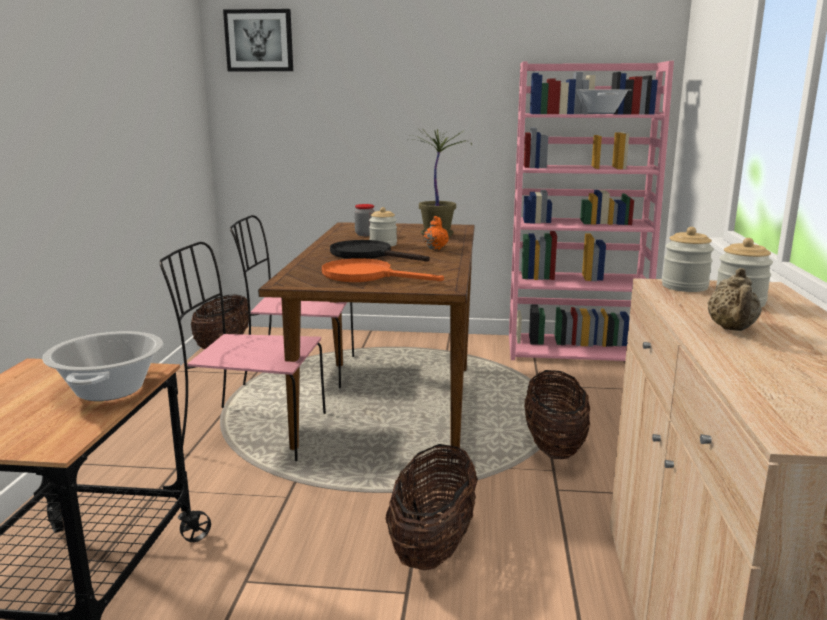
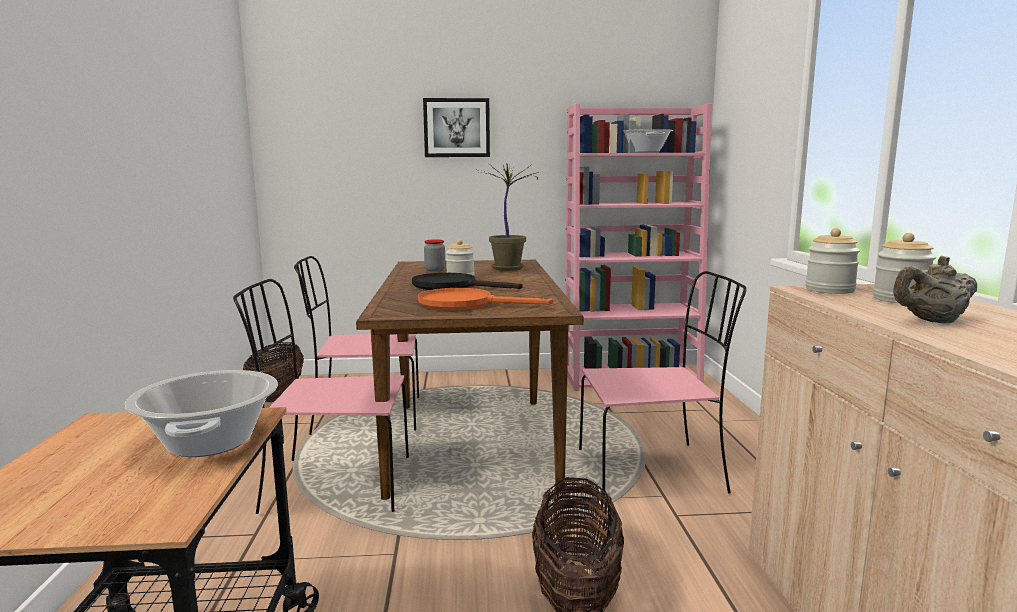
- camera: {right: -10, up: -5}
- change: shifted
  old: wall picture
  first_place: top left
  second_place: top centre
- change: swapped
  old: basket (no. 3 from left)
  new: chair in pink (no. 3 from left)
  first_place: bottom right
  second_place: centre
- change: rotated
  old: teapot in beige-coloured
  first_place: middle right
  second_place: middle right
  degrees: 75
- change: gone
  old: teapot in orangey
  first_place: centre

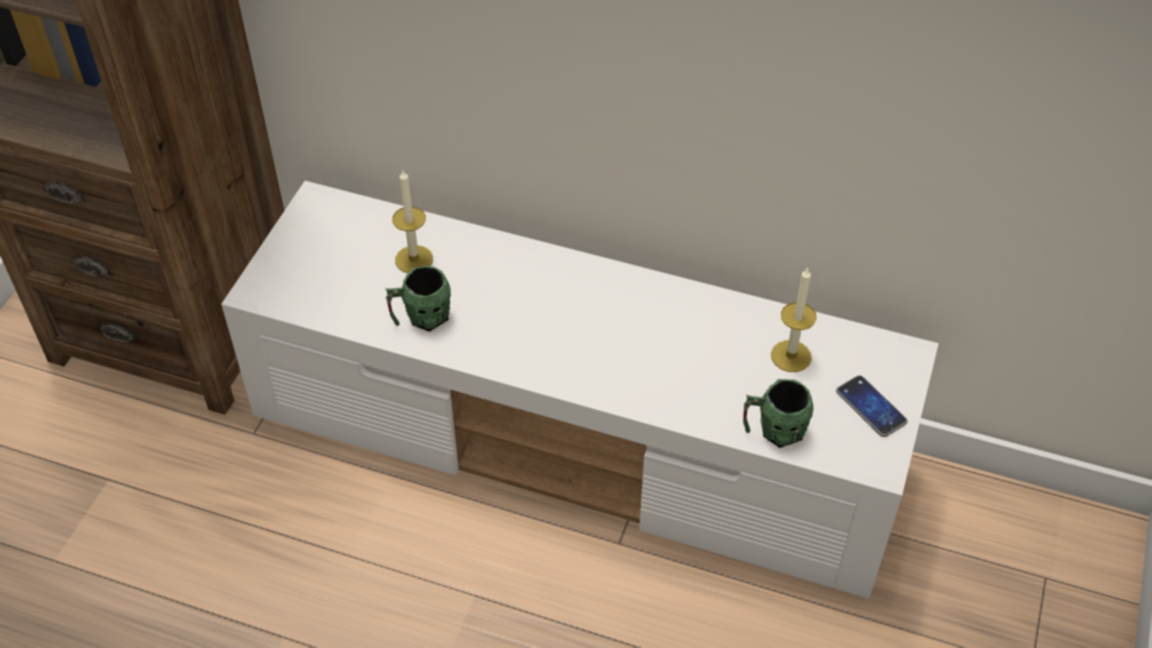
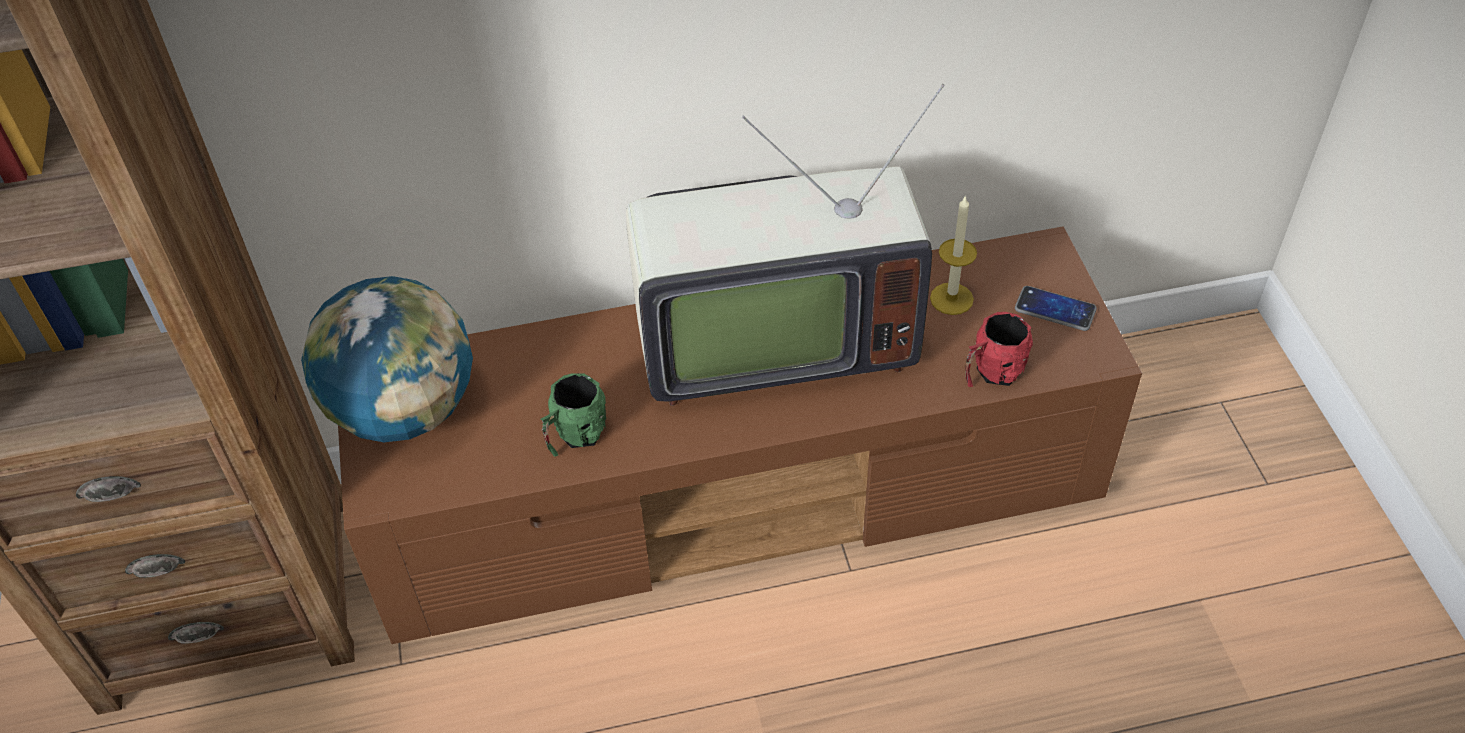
- camera: {right: -30, up: 0}
- change: new
  new: globe
  second_place: middle left
- change: repainted
  old: media console in whitish
  new: media console in brown
  first_place: centre
  second_place: centre
- change: new
  new: TV
  second_place: centre
- change: repainted
  old: tea mug in greenish (no. 2 from left)
  new: tea mug in red
  first_place: middle right
  second_place: middle right
- change: gone
  old: candle (no. 1 from left)
  first_place: centre

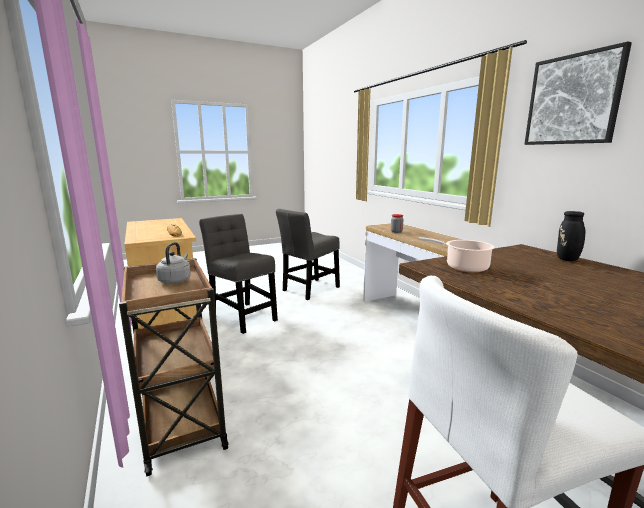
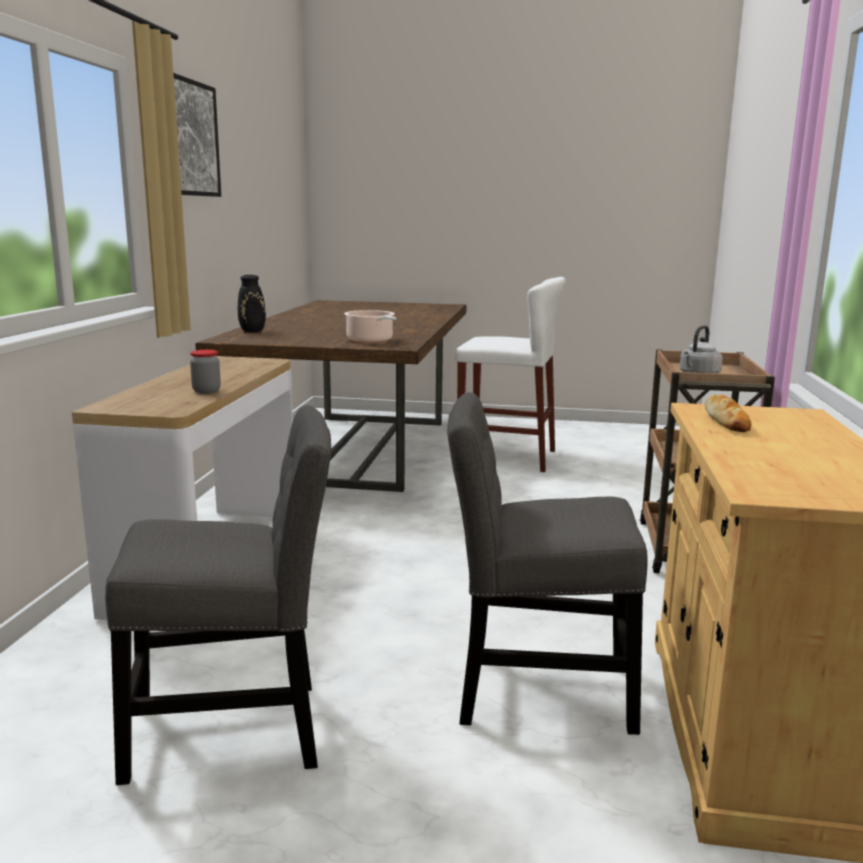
- camera: {right: -145, up: 0}
- change: rotated
  old: chair in greyish (no. 1 from left in the first image)
  first_place: centre
  second_place: centre
  degrees: 105

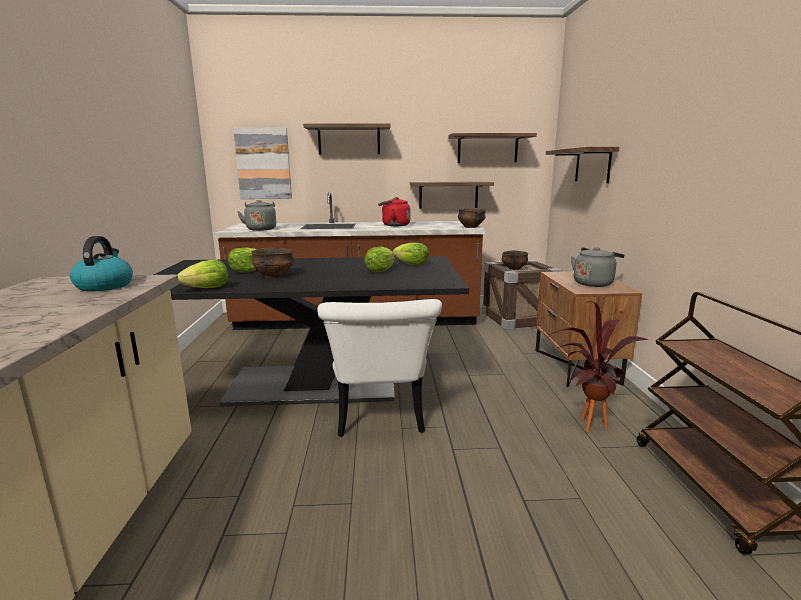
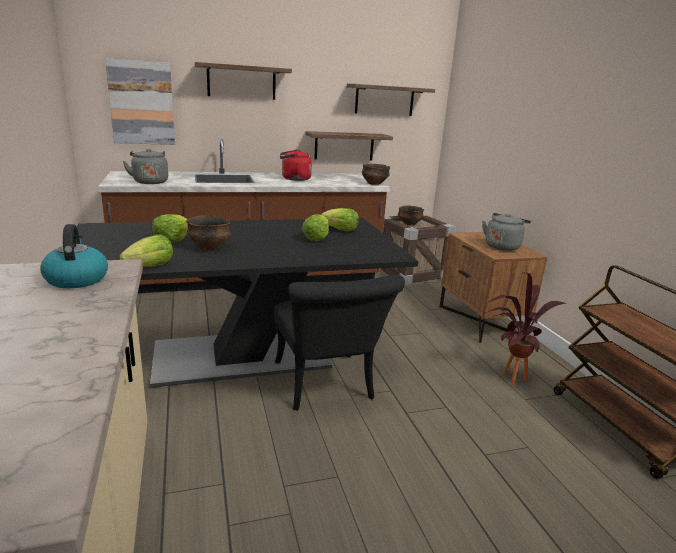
- camera: {right: -15, up: 5}
- change: repainted
  old: chair in whitish
  new: chair in black-coloured
  first_place: centre
  second_place: centre
- change: gone
  old: bracket shelf (no. 4 from left)
  first_place: top right

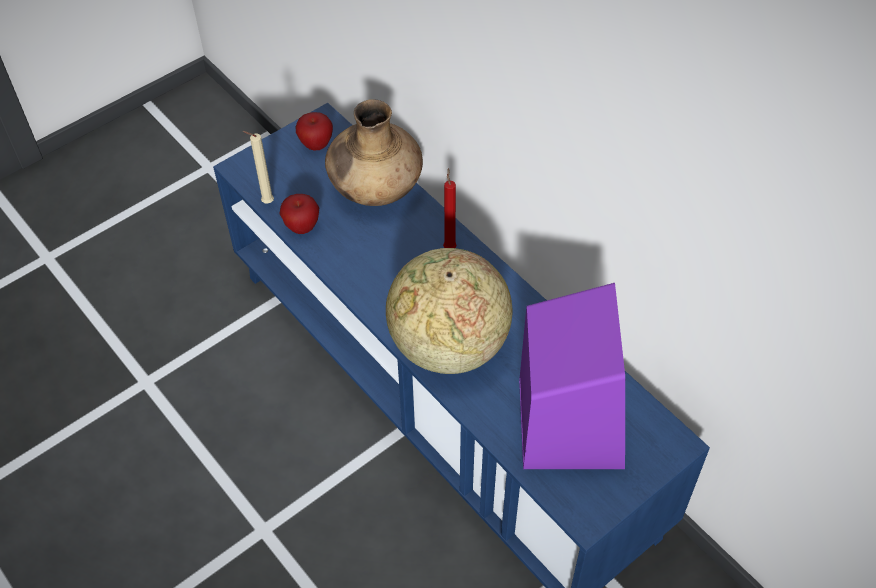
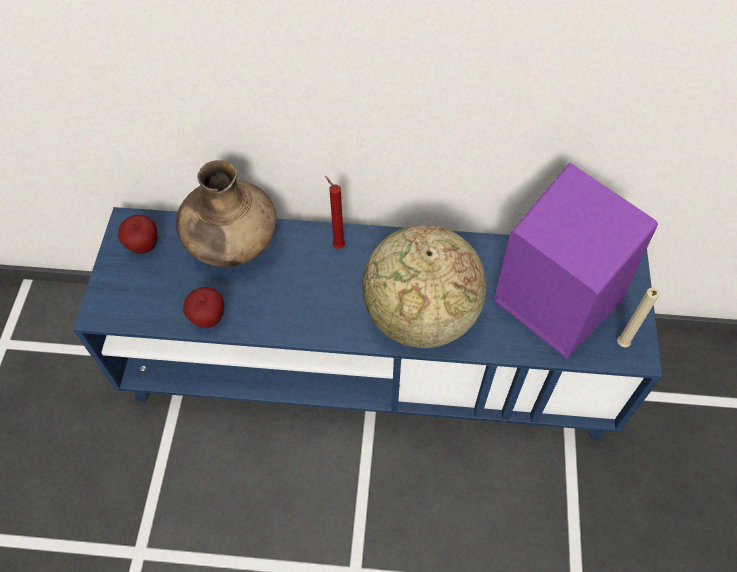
- camera: {right: -45, up: 5}
- change: shifted
  old: candle in beige-coloured
  first_place: top left
  second_place: middle right

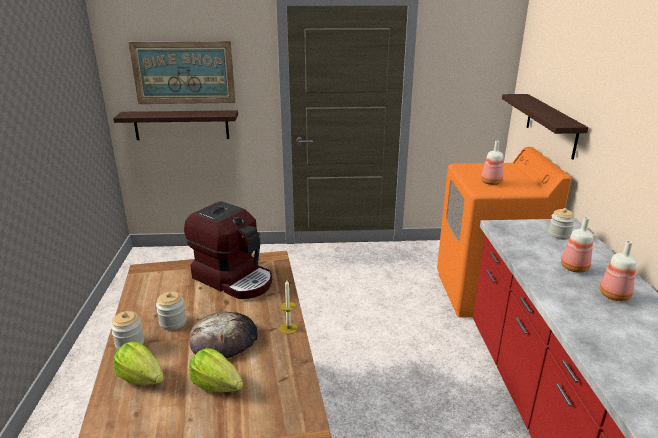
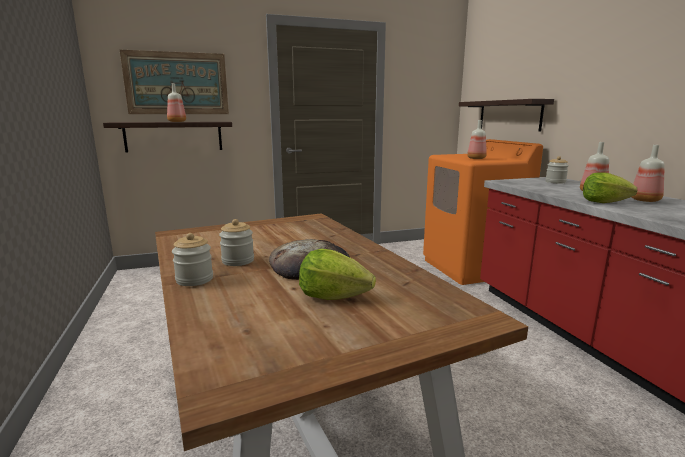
- camera: {right: -15, up: -10}
- change: new
  new: drink bottle (no. 1 from left)
  second_place: top left
- change: shifted
  old: head of lettuce (no. 1 from left in the first image)
  new: head of lettuce (no. 2 from left)
  first_place: bottom left
  second_place: middle right
- change: gone
  old: coffee brewer
  first_place: centre
- change: gone
  old: candle
  first_place: bottom centre

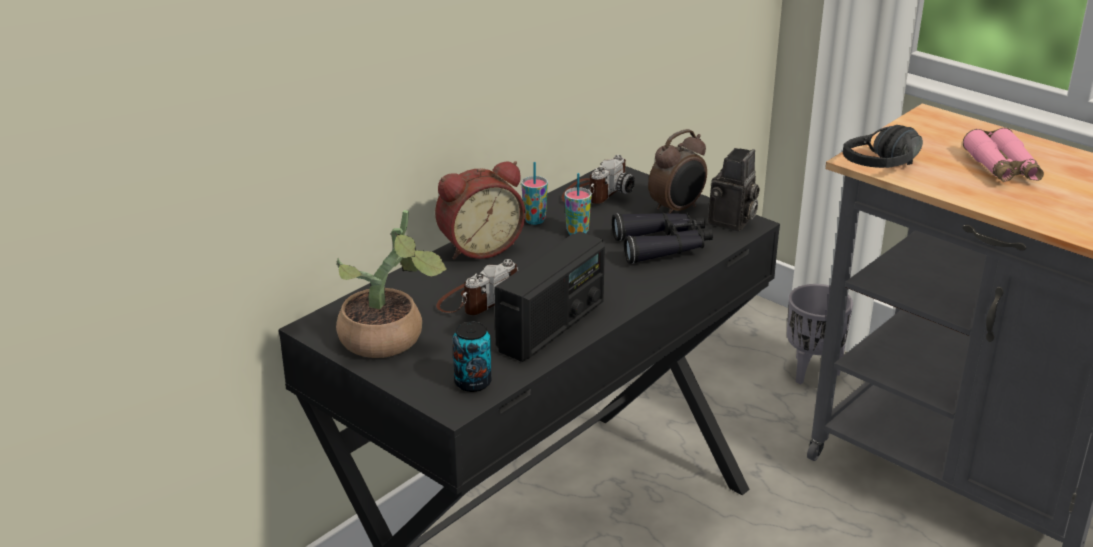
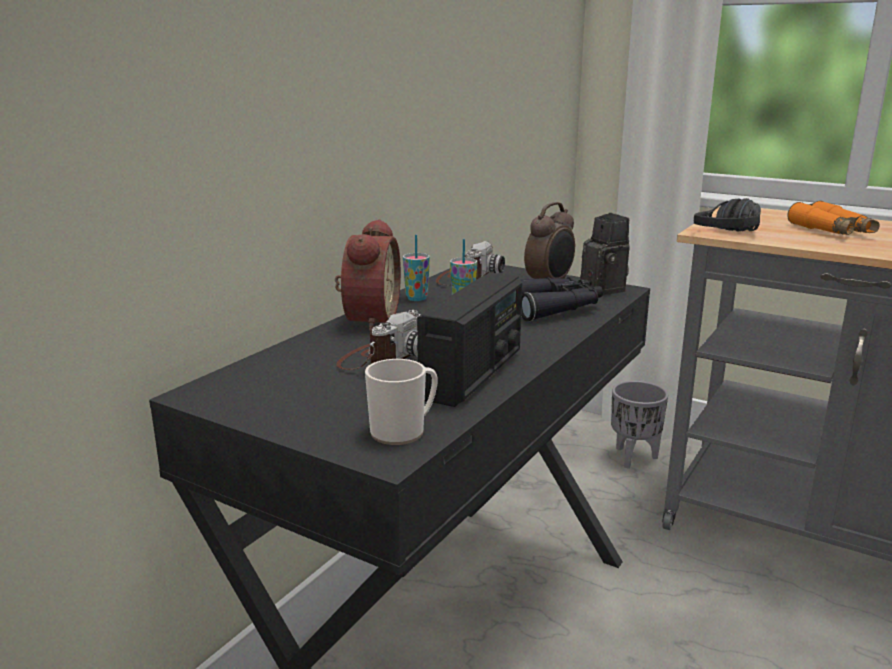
- camera: {right: -10, up: -10}
- change: rotated
  old: alarm clock (no. 1 from left)
  first_place: centre
  second_place: centre
  degrees: -45
- change: swapped
  old: metal can
  new: tea mug
  first_place: centre
  second_place: centre
- change: rotated
  old: still camera (no. 3 from left)
  first_place: middle right
  second_place: middle right
  degrees: -45
- change: repainted
  old: pair of binoculars in pink
  new: pair of binoculars in orangey
  first_place: top right
  second_place: top right
- change: gone
  old: potted plant
  first_place: centre

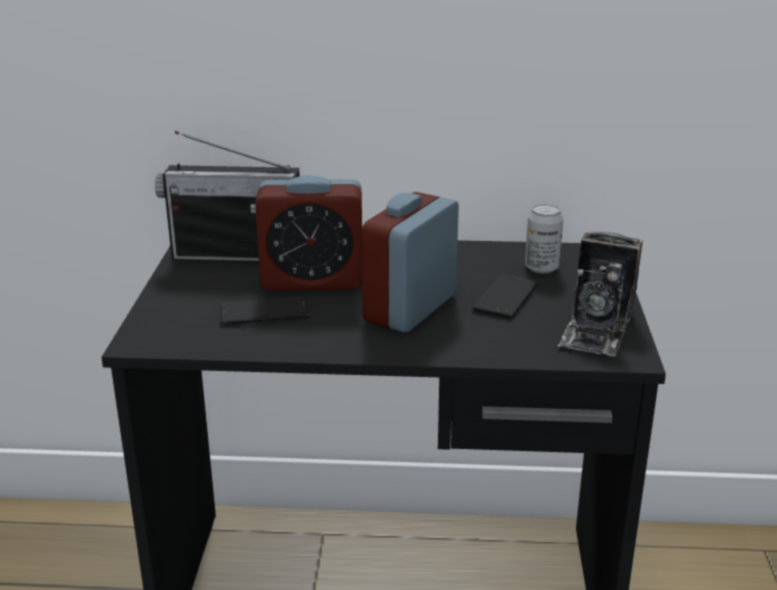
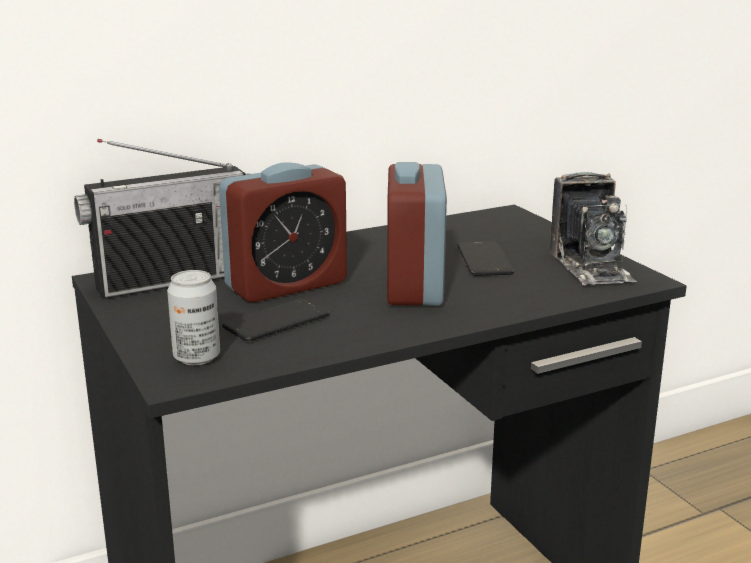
- camera: {right: -30, up: -5}
- change: shifted
  old: metal can
  first_place: middle right
  second_place: middle left

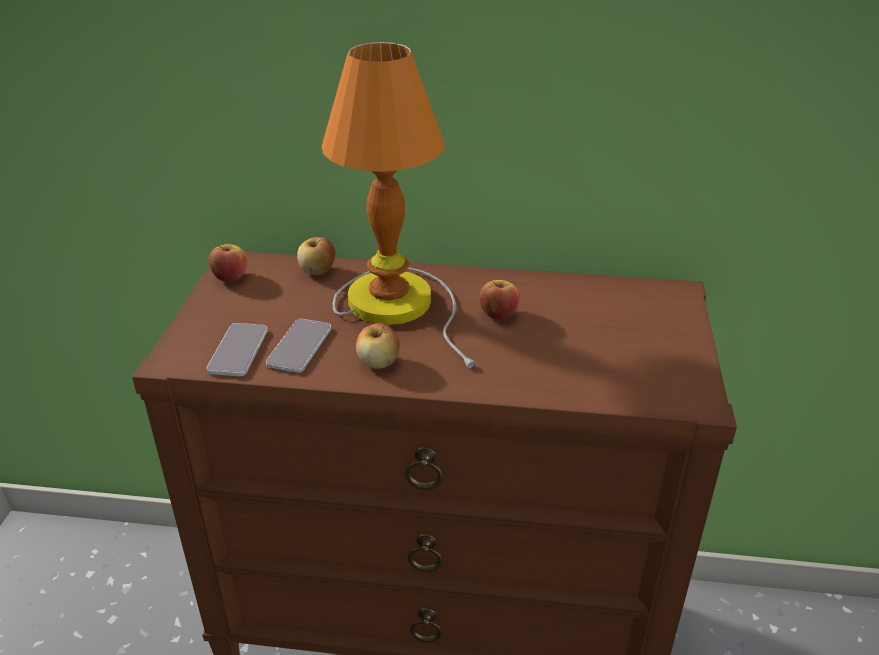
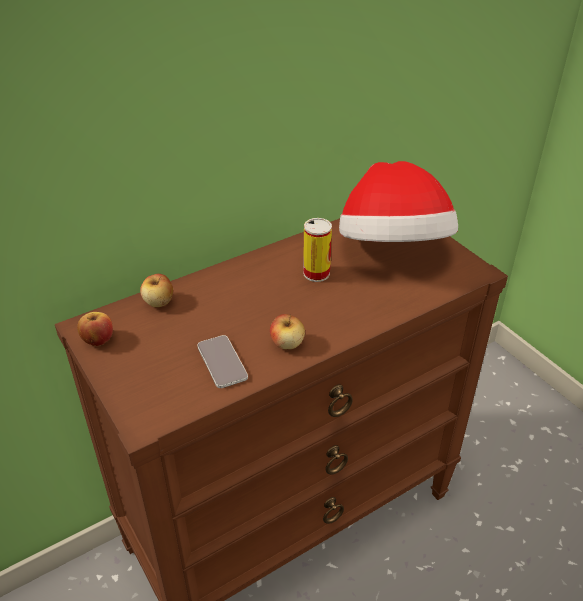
- camera: {right: -40, up: 5}
- change: swapped
  old: apple (no. 4 from left)
  new: metal can
  first_place: centre
  second_place: centre
- change: new
  new: clothing hat
  second_place: middle right
- change: gone
  old: phone (no. 1 from left)
  first_place: middle left
- change: gone
  old: lamp for a table
  first_place: top centre

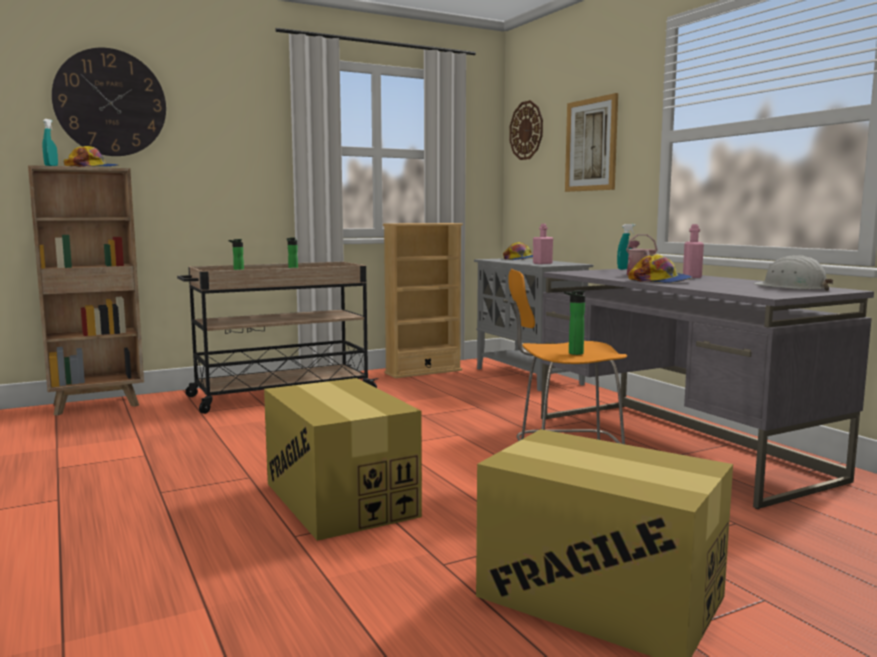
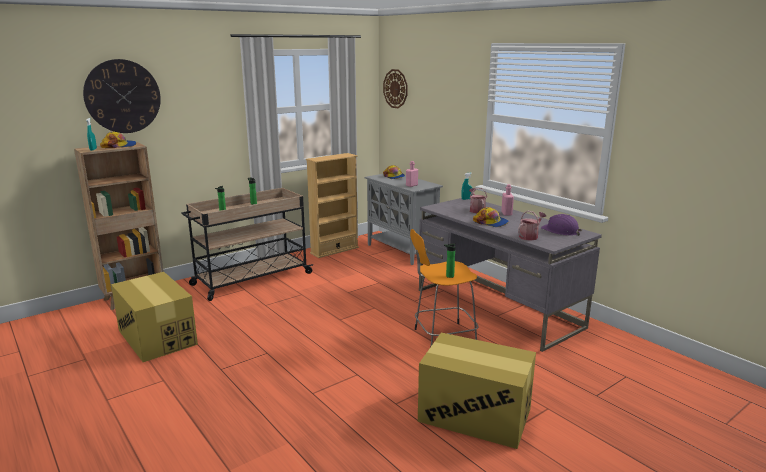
- camera: {right: -10, up: 10}
- change: shifted
  old: carton (no. 1 from left)
  first_place: bottom centre
  second_place: bottom left
- change: new
  new: sprinkling can (no. 2 from left)
  second_place: middle right
- change: repainted
  old: hard hat in whitish
  new: hard hat in purple
  first_place: middle right
  second_place: middle right
- change: gone
  old: wall picture
  first_place: top right

